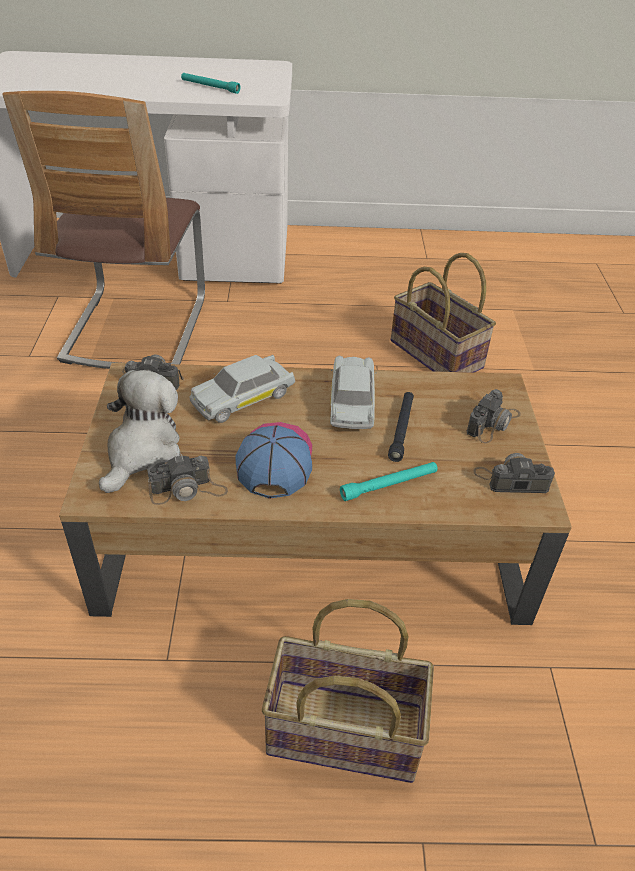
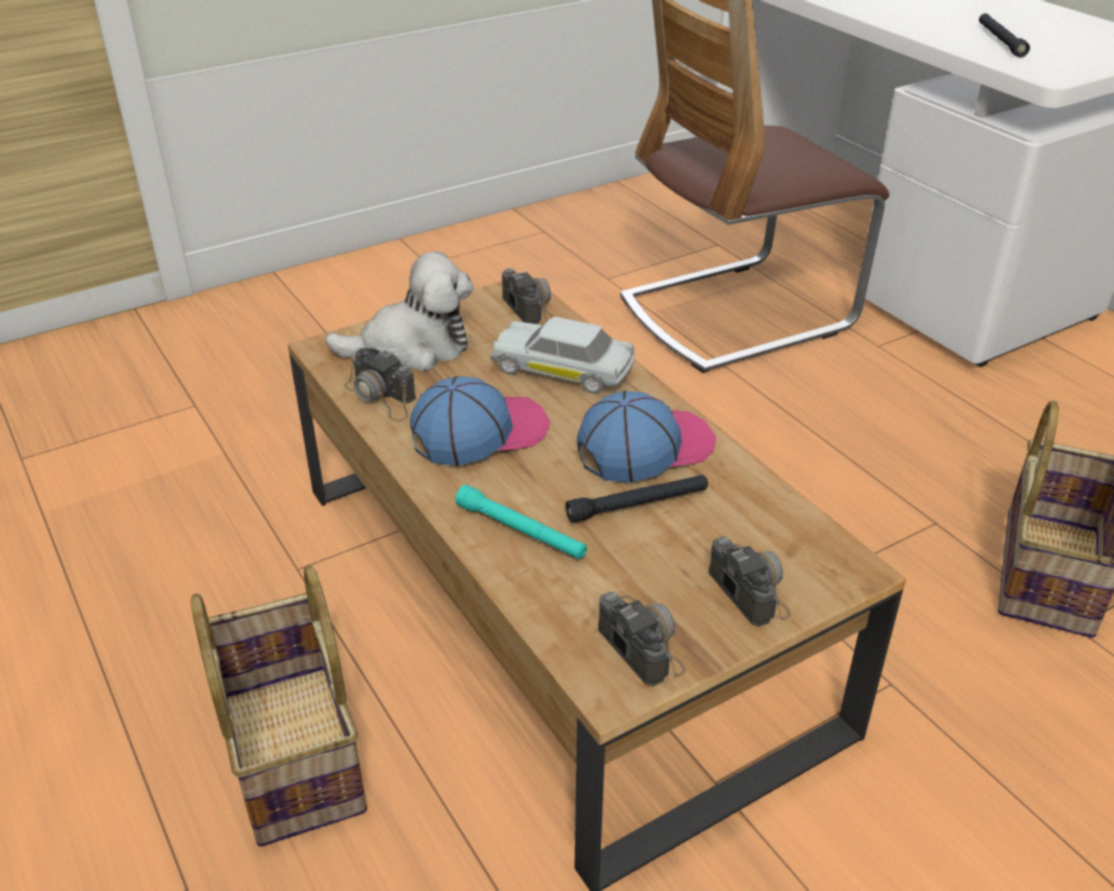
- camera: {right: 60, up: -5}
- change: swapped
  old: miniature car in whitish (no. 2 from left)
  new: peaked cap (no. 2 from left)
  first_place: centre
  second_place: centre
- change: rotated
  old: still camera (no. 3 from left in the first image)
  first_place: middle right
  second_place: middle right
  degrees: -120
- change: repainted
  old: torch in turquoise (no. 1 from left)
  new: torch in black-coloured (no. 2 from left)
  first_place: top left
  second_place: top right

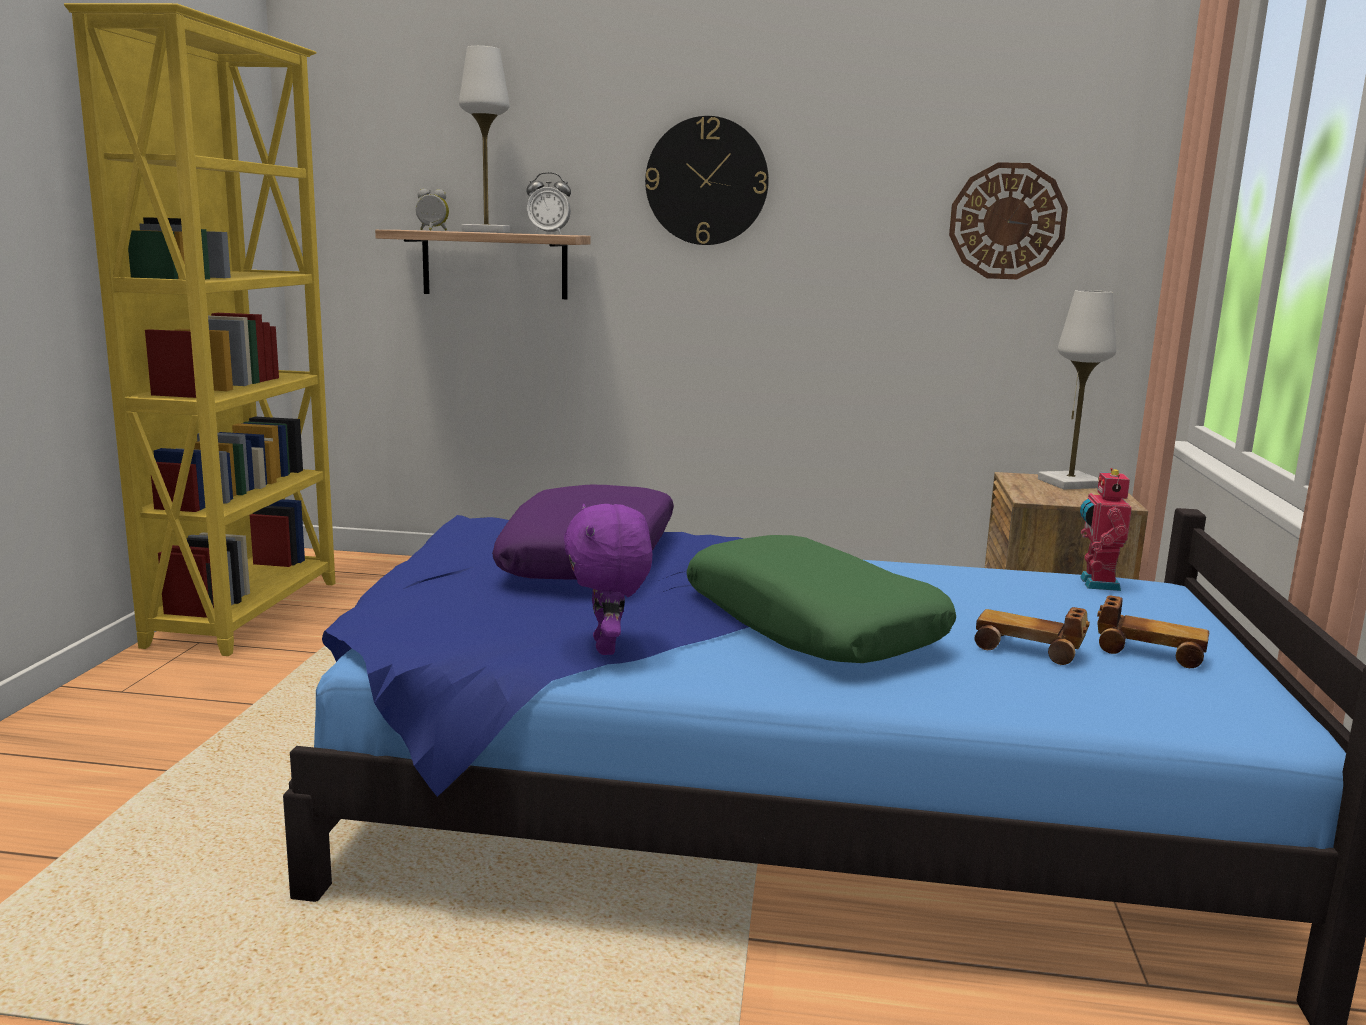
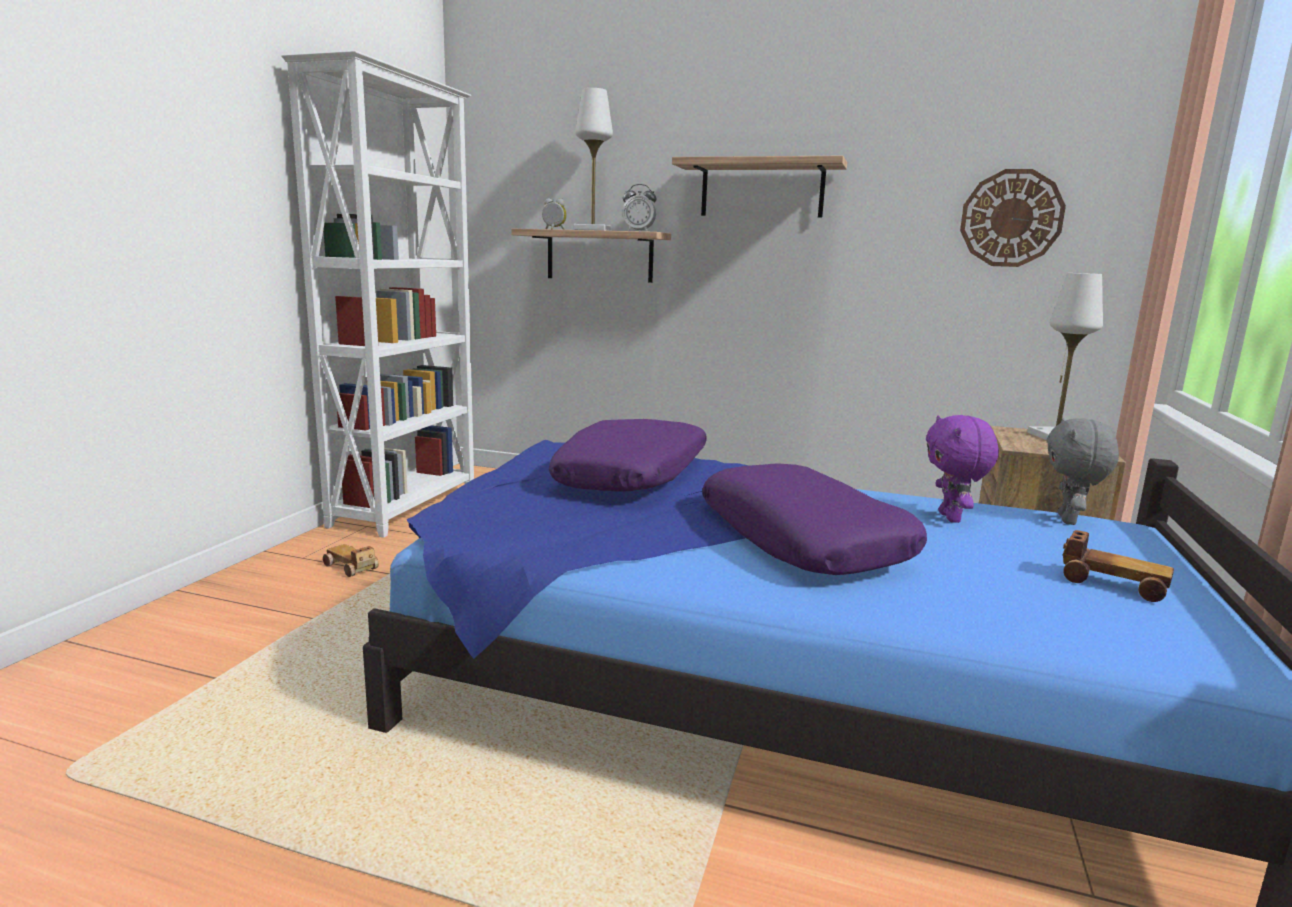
- camera: {right: 10, up: 0}
- change: repainted
  old: bookcase in yellow-coloured
  new: bookcase in whitish
  first_place: top left
  second_place: top left
- change: shifted
  old: miniature car (no. 1 from left)
  first_place: middle right
  second_place: middle left
- change: swapped
  old: clock on the wall (no. 1 from left)
  new: bracket shelf (no. 2 from left)
  first_place: top centre
  second_place: top centre
- change: repainted
  old: throw pillow in greenish
  new: throw pillow in purple (no. 2 from left)
  first_place: centre
  second_place: centre
- change: shifted
  old: soft toy in purple
  first_place: centre
  second_place: middle right
- change: swapped
  old: toy robot
  new: soft toy in greyish
  first_place: middle right
  second_place: middle right

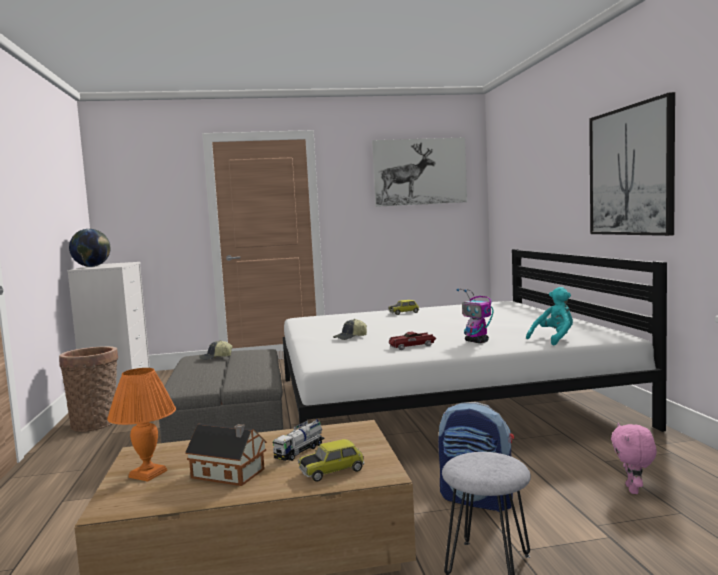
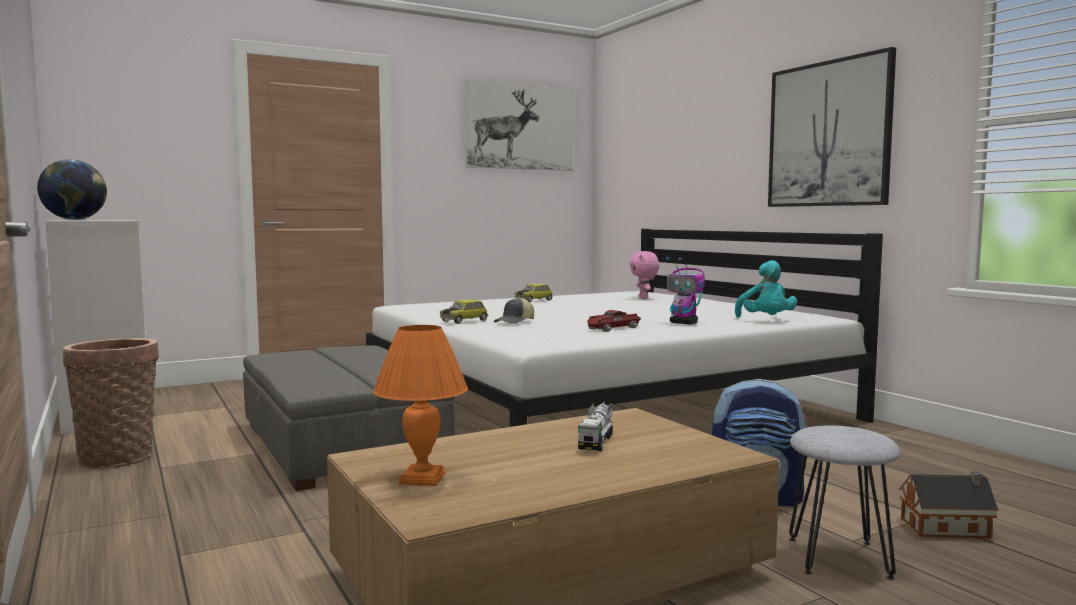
- camera: {right: -20, up: 0}
- change: shifted
  old: miniature car (no. 1 from left)
  first_place: bottom centre
  second_place: centre
- change: shifted
  old: soft toy in pink
  first_place: bottom right
  second_place: centre
- change: rotated
  old: soft toy in turquoise
  first_place: middle right
  second_place: middle right
  degrees: 135
- change: shifted
  old: miniature house
  first_place: bottom left
  second_place: bottom right
- change: gone
  old: peaked cap (no. 1 from left)
  first_place: middle left

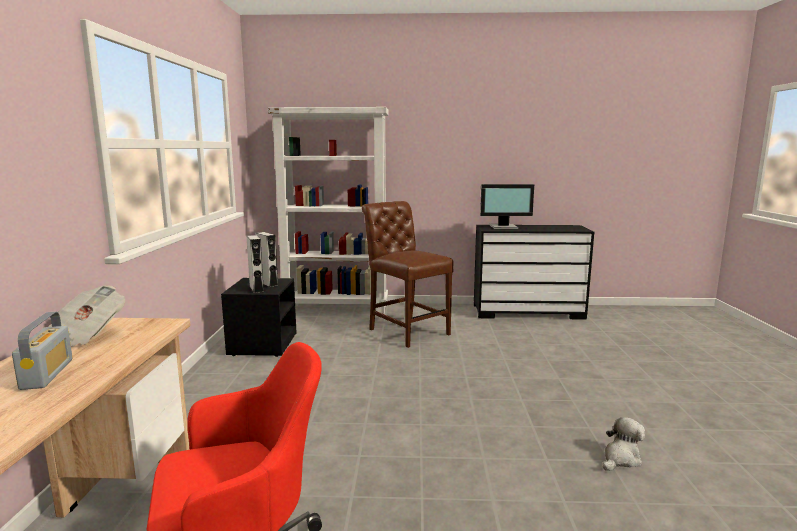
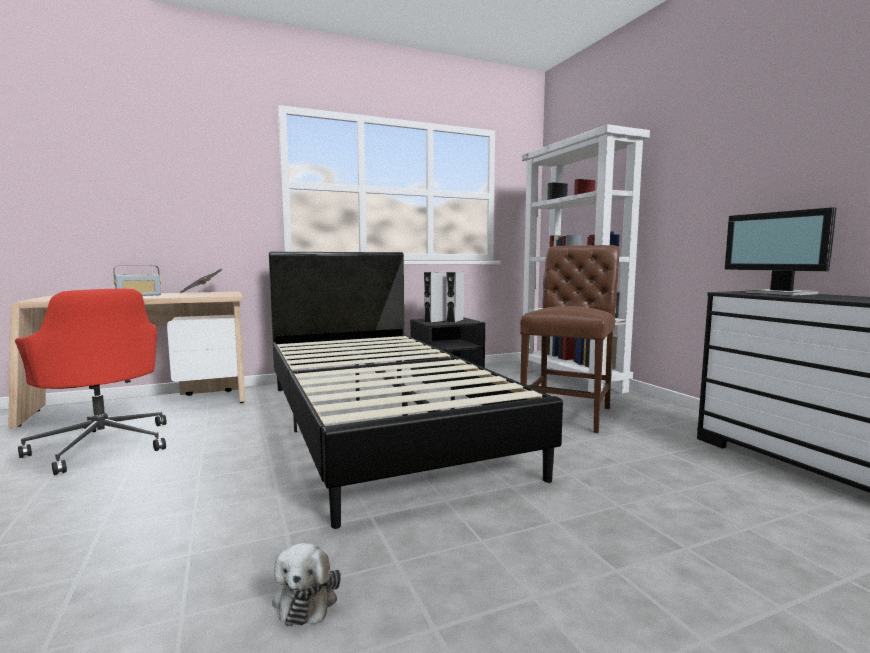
- camera: {right: 65, up: -5}
- change: new
  new: sleeping bed in black-coloured
  second_place: centre
- change: rotated
  old: soft toy
  first_place: bottom right
  second_place: bottom centre
  degrees: 60

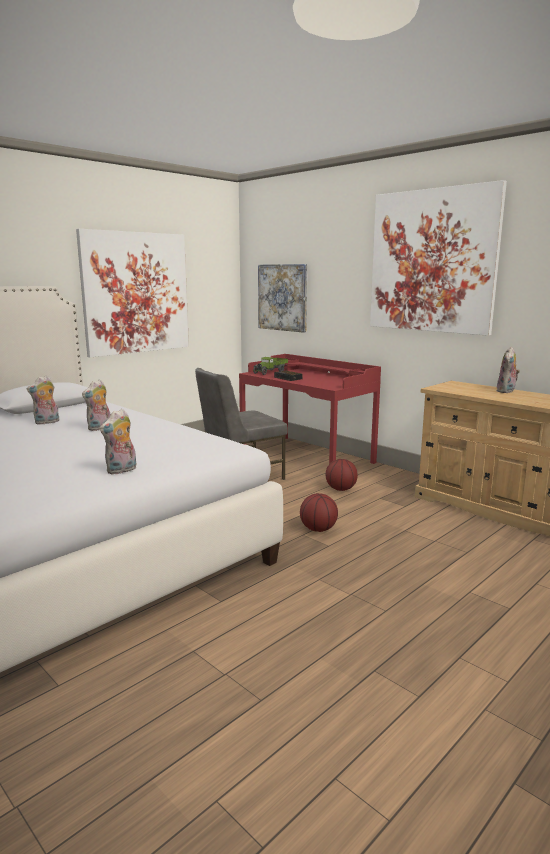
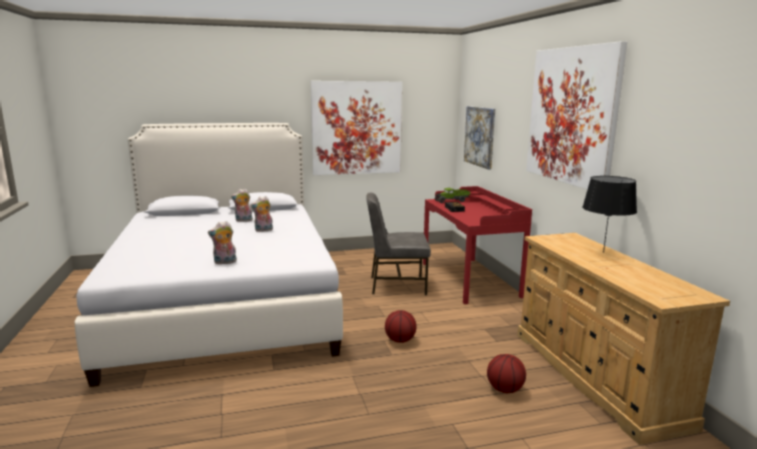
- camera: {right: 30, up: 0}
- change: shifted
  old: ball for basketball (no. 2 from left)
  first_place: centre
  second_place: bottom right
- change: swapped
  old: soft toy (no. 4 from left)
  new: lamp for a table in black-coloured
  first_place: middle right
  second_place: middle right

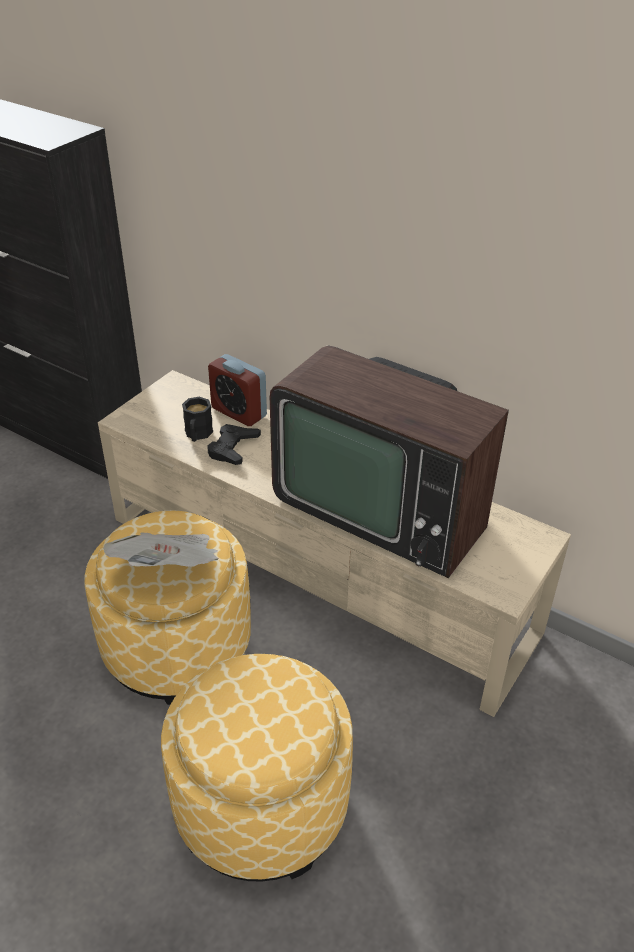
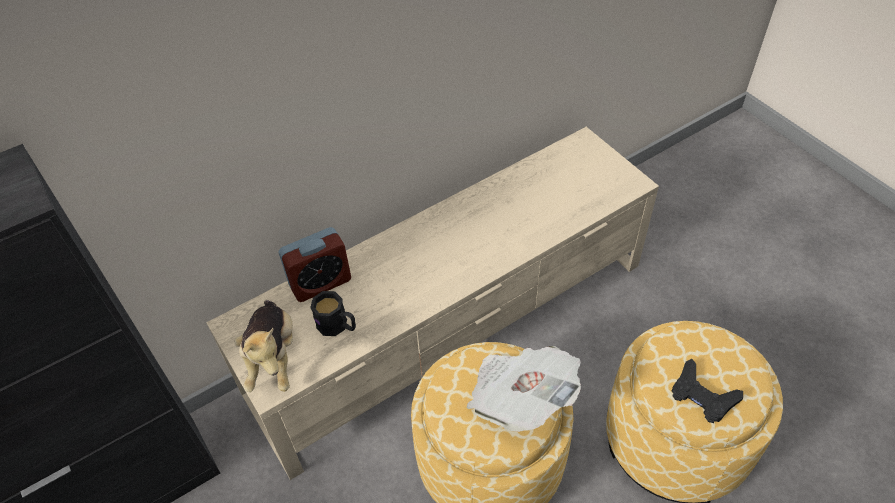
- camera: {right: -65, up: 10}
- change: new
  new: soft toy
  second_place: bottom left
- change: shifted
  old: gamepad in black-coloured
  first_place: centre
  second_place: bottom right
- change: gone
  old: TV
  first_place: centre

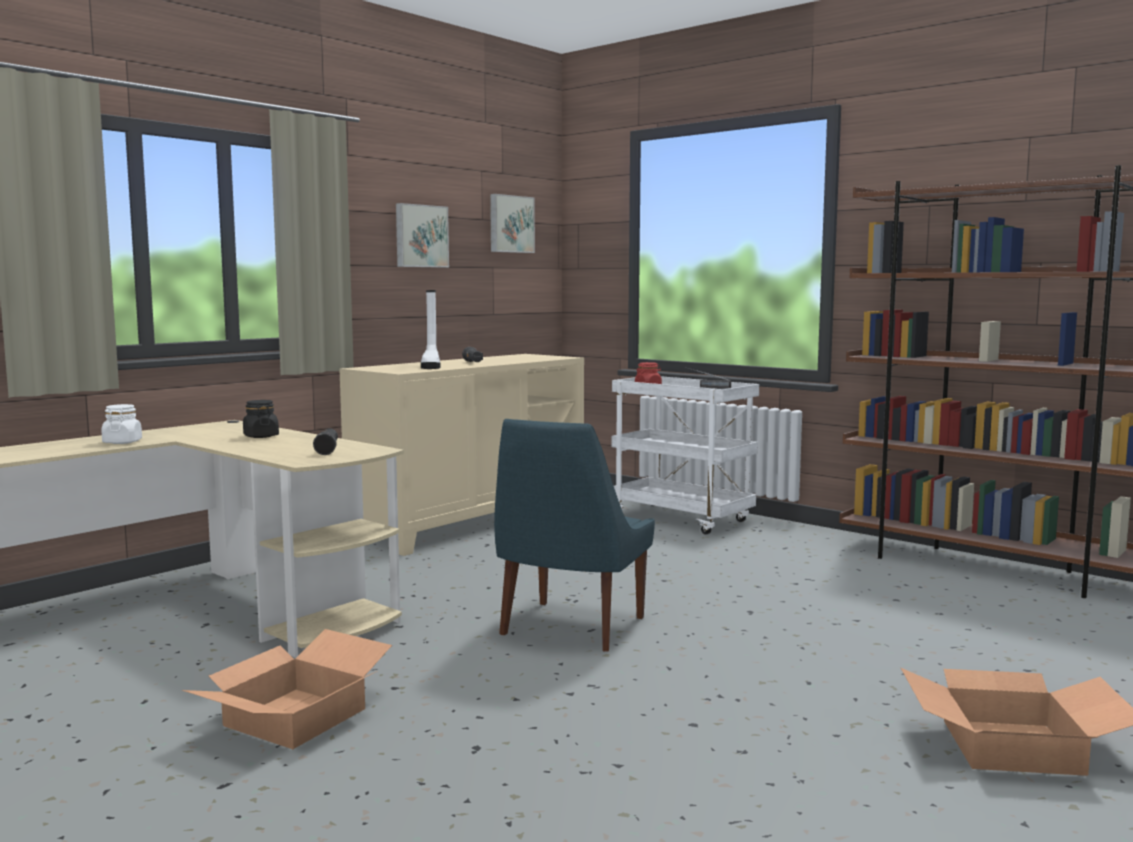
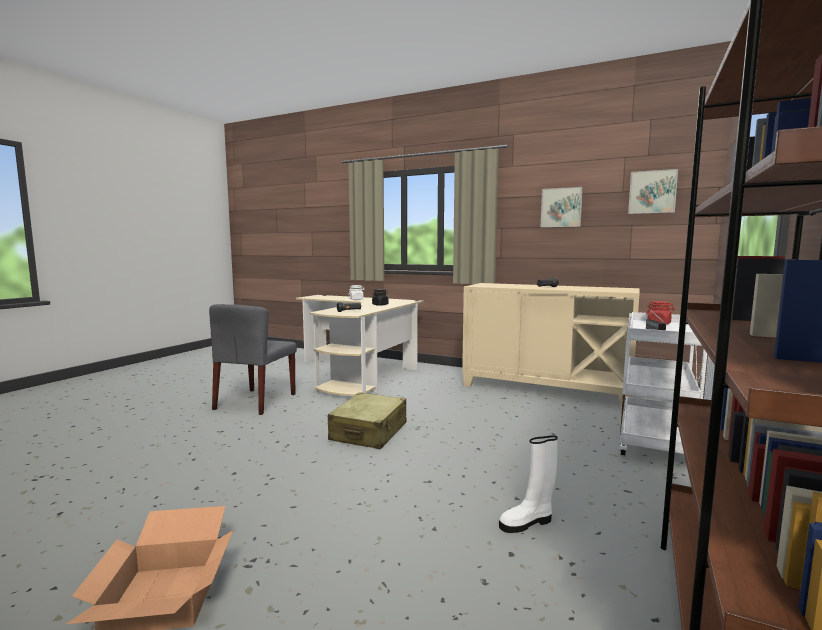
- camera: {right: 75, up: 0}
- change: swapped
  old: carton (no. 1 from left)
  new: chair in greyish
  first_place: bottom left
  second_place: middle left
- change: swapped
  old: chair in blue
  new: suitcase in beige-coloured
  first_place: centre
  second_place: bottom centre
- change: shifted
  old: tall boot in whitish
  first_place: centre
  second_place: bottom centre

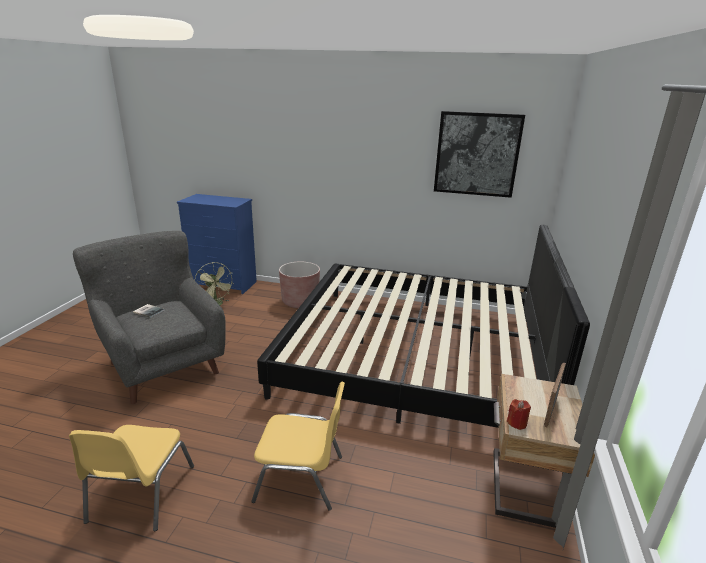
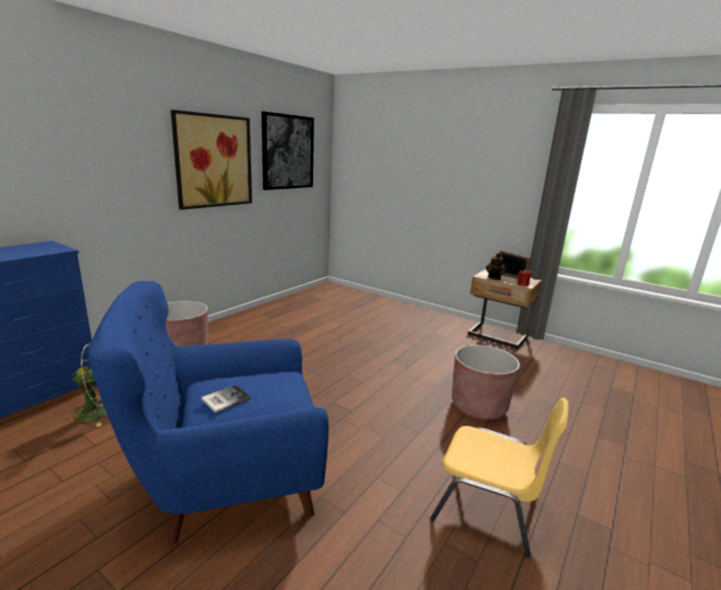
- camera: {right: -70, up: -5}
- change: repainted
  old: armchair in greyish
  new: armchair in blue
  first_place: middle left
  second_place: bottom left
- change: new
  new: wall picture (no. 1 from left)
  second_place: top left
- change: swapped
  old: chair in yellow-coloured (no. 2 from left)
  new: plant pot in brown (no. 2 from left)
  first_place: bottom centre
  second_place: middle right
- change: new
  new: teapot
  second_place: middle right
- change: gone
  old: sleeping bed
  first_place: centre

